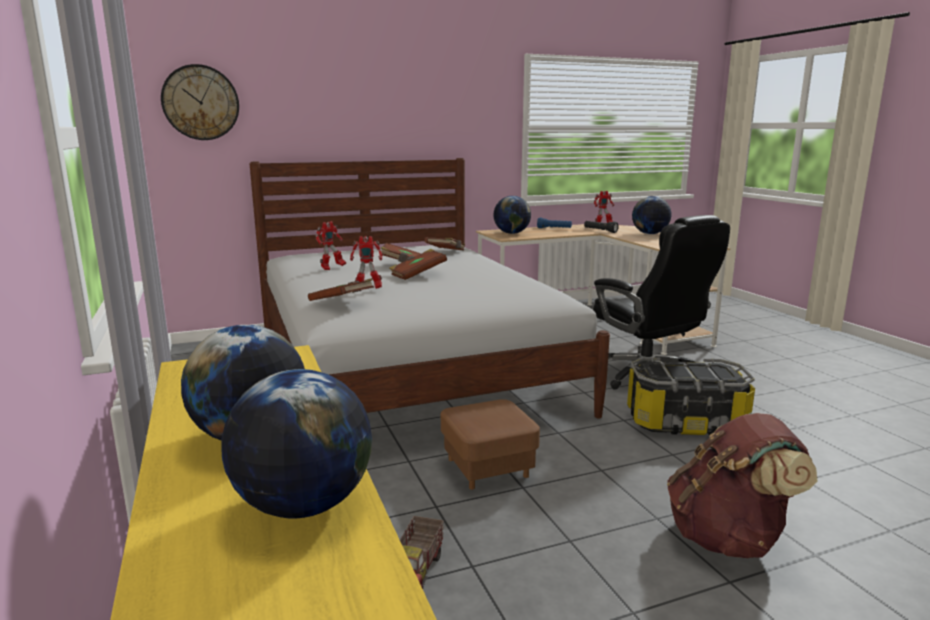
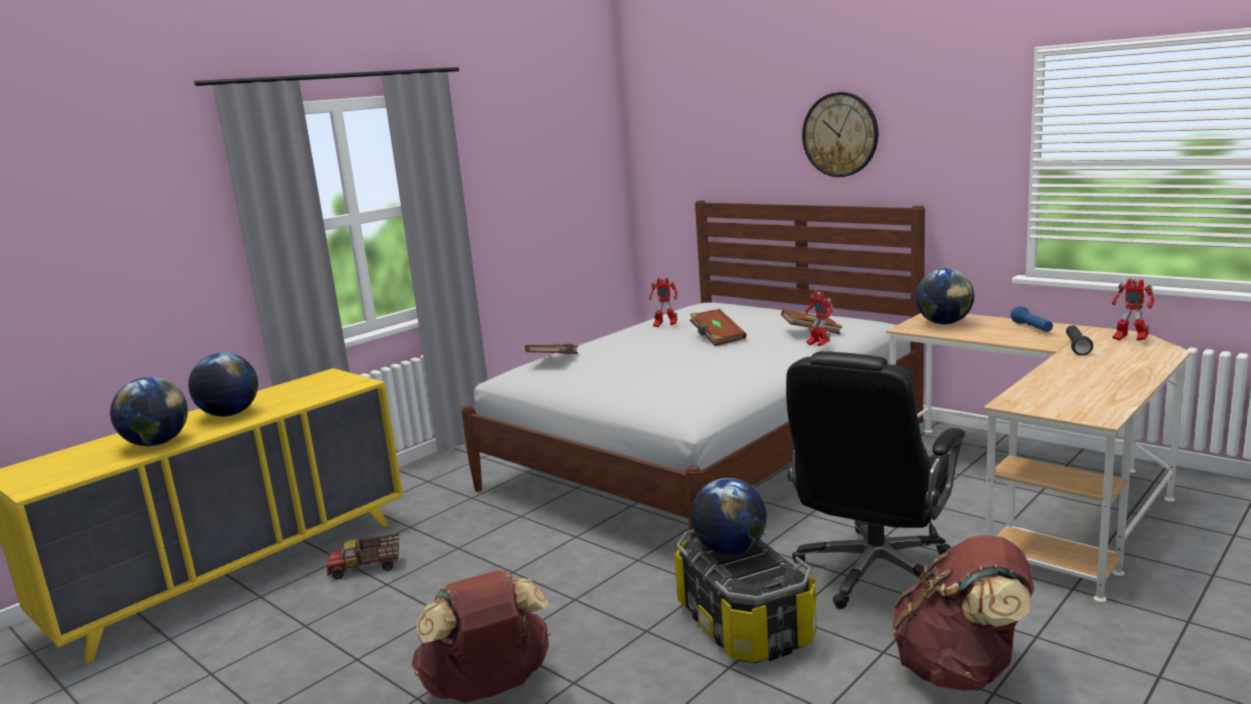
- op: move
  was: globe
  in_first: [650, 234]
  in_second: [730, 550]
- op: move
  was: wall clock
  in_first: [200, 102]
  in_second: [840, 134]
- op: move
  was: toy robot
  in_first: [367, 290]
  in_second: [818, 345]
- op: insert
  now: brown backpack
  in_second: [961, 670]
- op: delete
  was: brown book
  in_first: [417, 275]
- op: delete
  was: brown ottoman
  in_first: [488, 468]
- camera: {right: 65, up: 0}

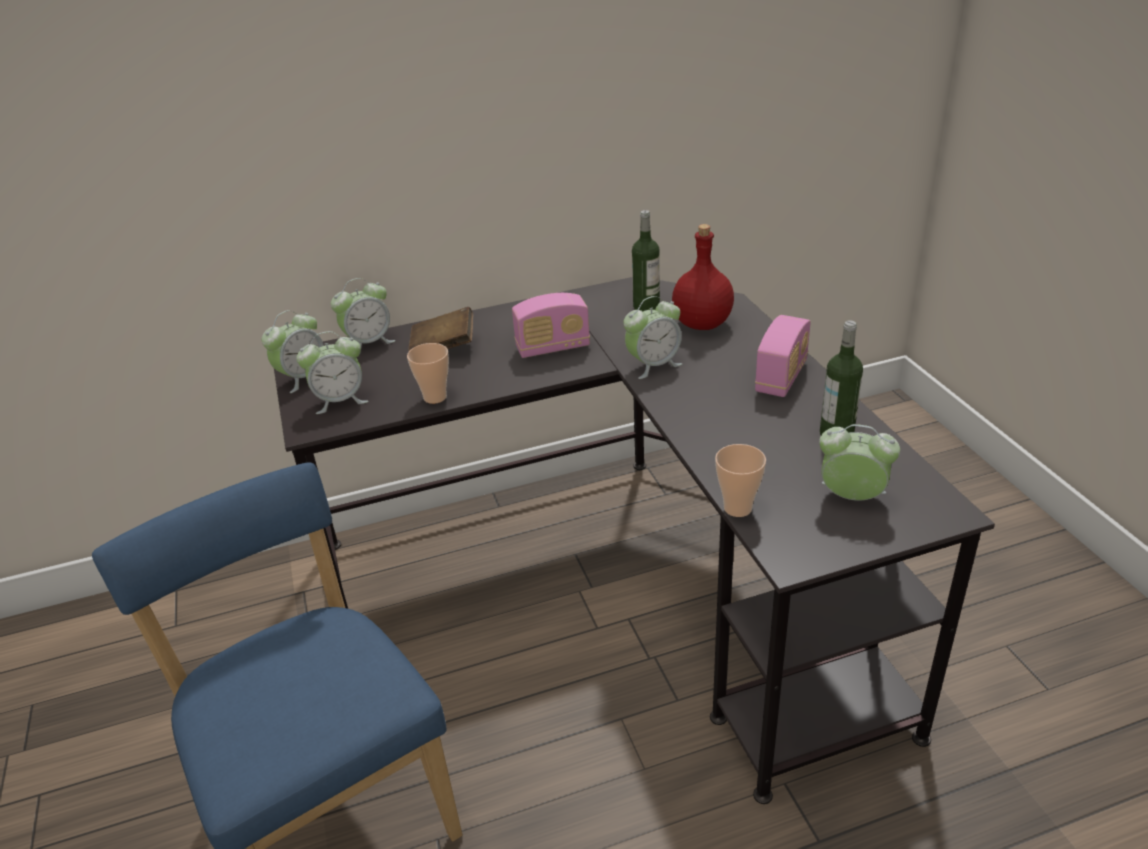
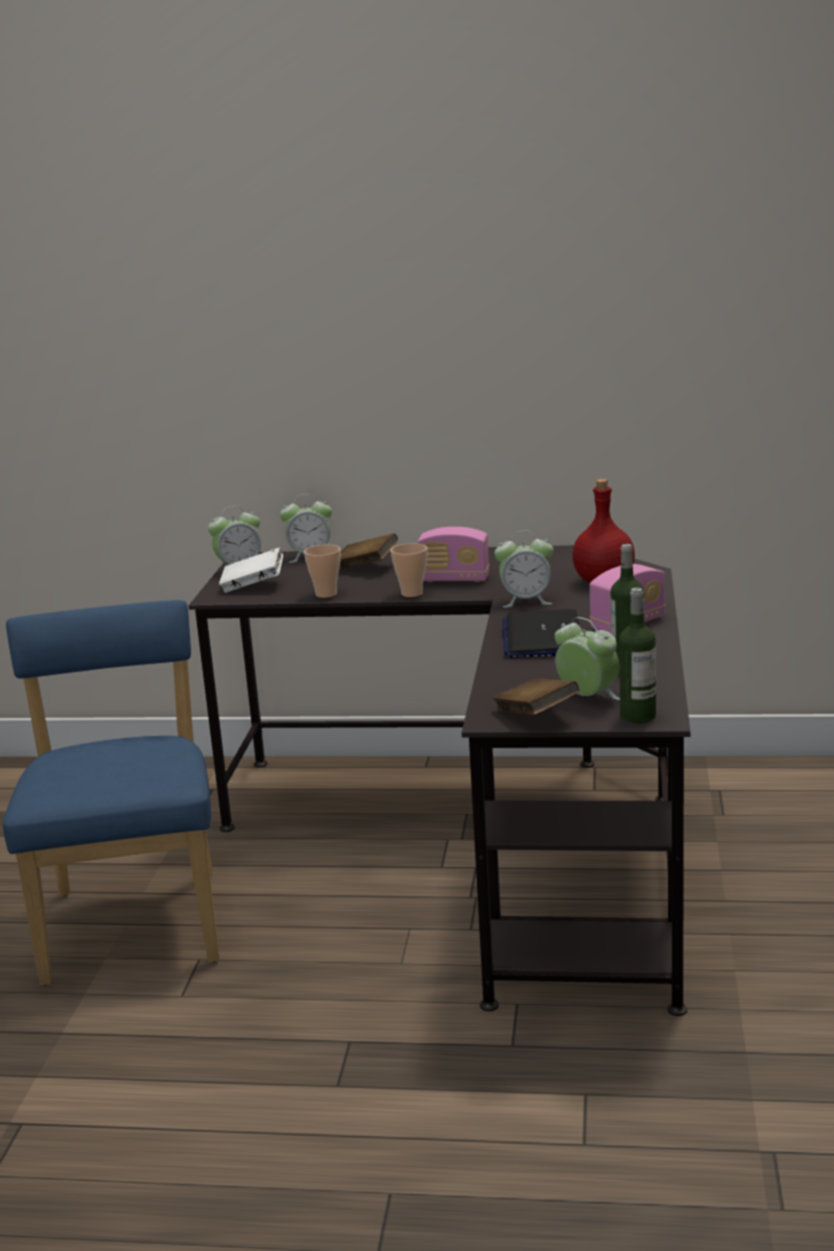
- op: replace
  was: alarm clock
  now: white book
  in_first: [340, 400]
  in_second: [253, 586]
- op: move
  was: cup
  in_first: [737, 508]
  in_second: [412, 593]
- op: insert
  now: brown book
  in_second: [536, 716]
- op: insert
  now: laptop
  in_second: [542, 637]
- op: move
  was: bottle
  in_first: [646, 307]
  in_second: [638, 716]
- camera: {right: 25, up: -15}

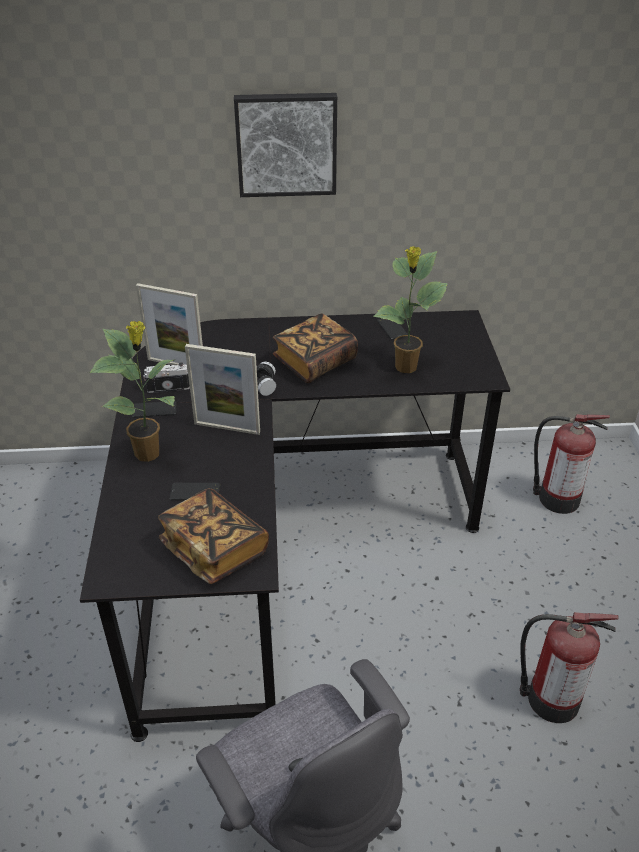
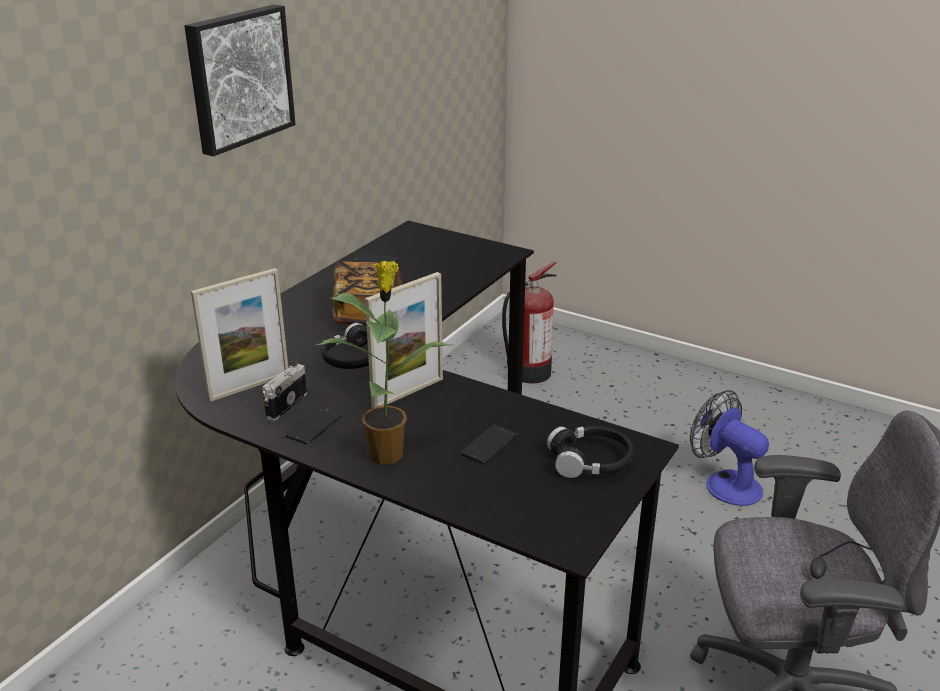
- op: replace
  was: book
  now: black headphones
  in_first: [214, 550]
  in_second: [591, 461]
- op: replace
  was: fire extinguisher
  now: fan
  in_first: [549, 699]
  in_second: [725, 483]
- op: delete
  was: potted plant
  in_first: [405, 368]
- camera: {right: -55, up: -10}

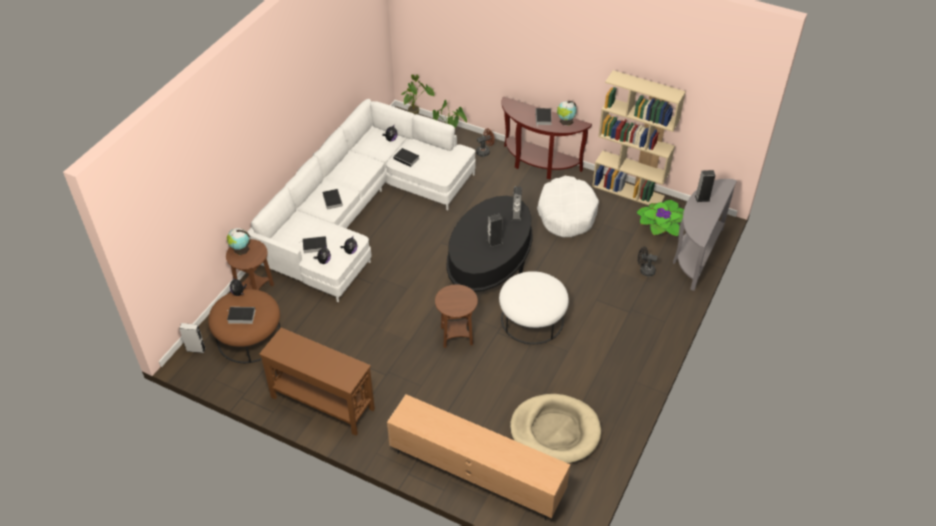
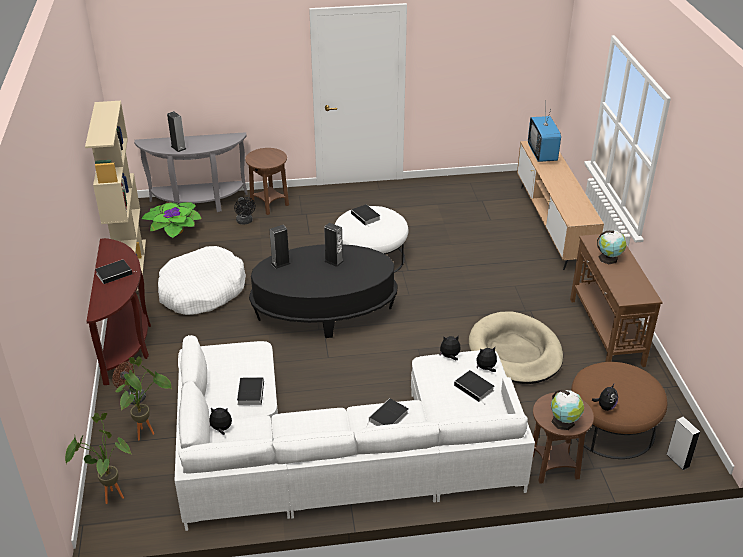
- op: move
  was: brown side table
  in_first: [456, 336]
  in_second: [269, 204]
- op: move
  was: book
  in_first: [240, 316]
  in_second: [366, 217]
- op: move
  was: beige dog bed
  in_first: [555, 431]
  in_second: [515, 352]
- op: insert
  now: television
  in_second: [542, 153]
- op: move
  was: globe
  in_first: [565, 121]
  in_second: [609, 258]
- camera: {right: -125, up: -10}

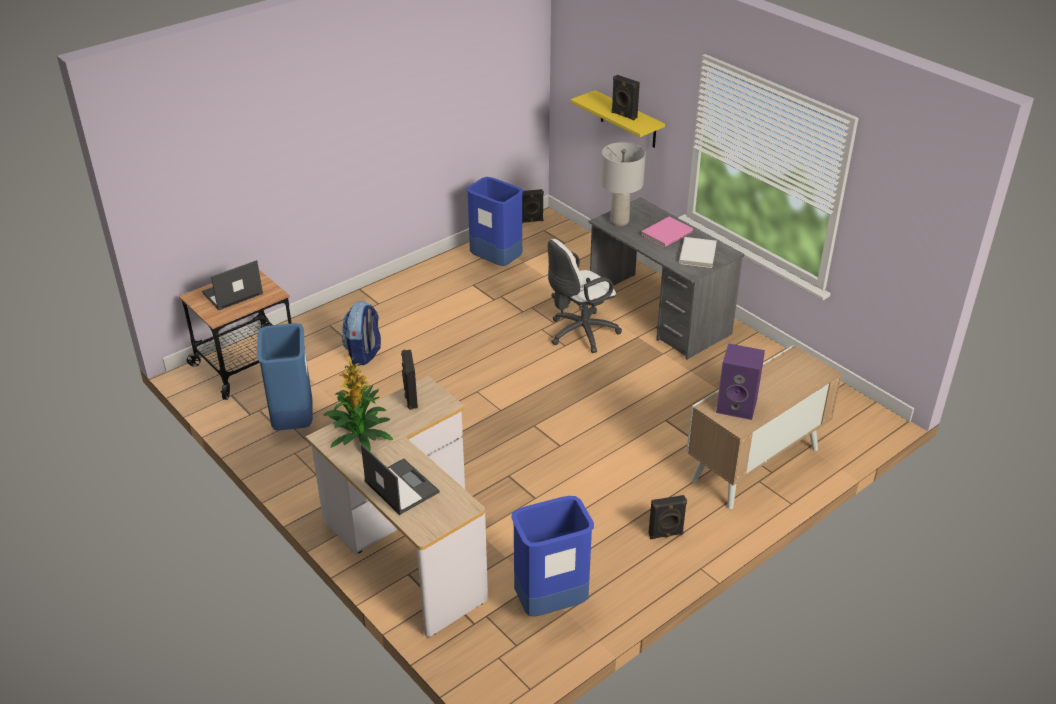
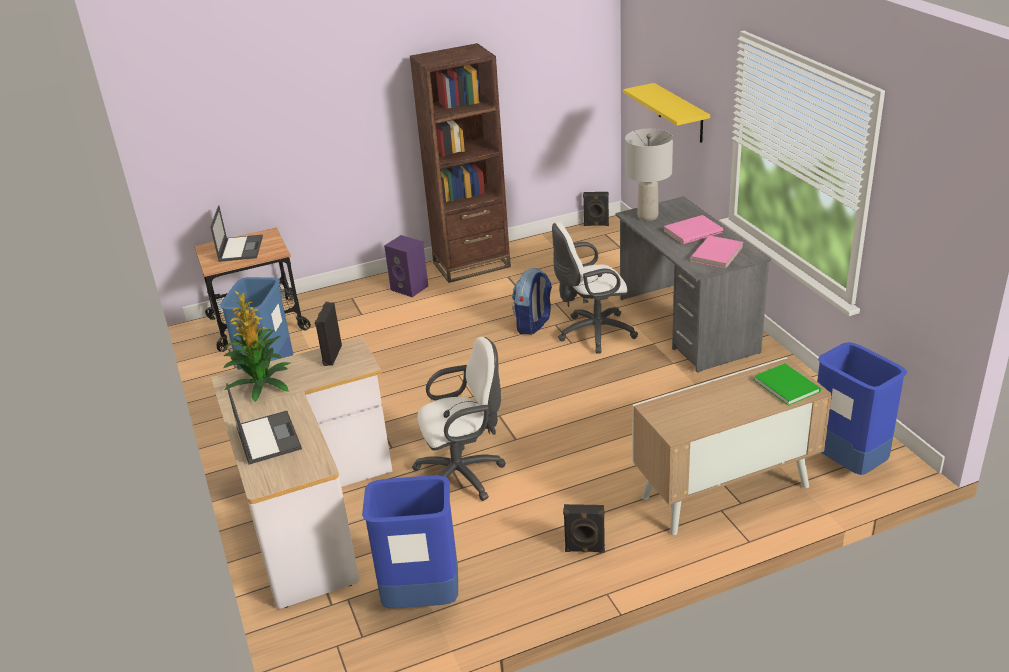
- op: rotate
  was: laptop
  in_first: [232, 293]
  in_second: [240, 248]
  clockwise: 105
- op: move
  was: purple speaker
  in_first: [737, 406]
  in_second: [410, 288]
- op: insert
  now: brown bookcase
  in_second: [471, 265]
- op: insert
  now: white office chair
  in_second: [464, 475]
- op: move
  was: backpack
  in_first: [364, 354]
  in_second: [533, 325]
- op: recolor
  was: white book
  now: pink book
  in_first: [698, 254]
  in_second: [718, 254]
- op: insert
  now: green book
  in_second: [786, 384]
- op: move
  was: blue trash can
  in_first: [496, 262]
  in_second: [847, 463]
- op: delete
  was: black speaker
  in_first: [623, 115]
- camera: {right: 20, up: -5}

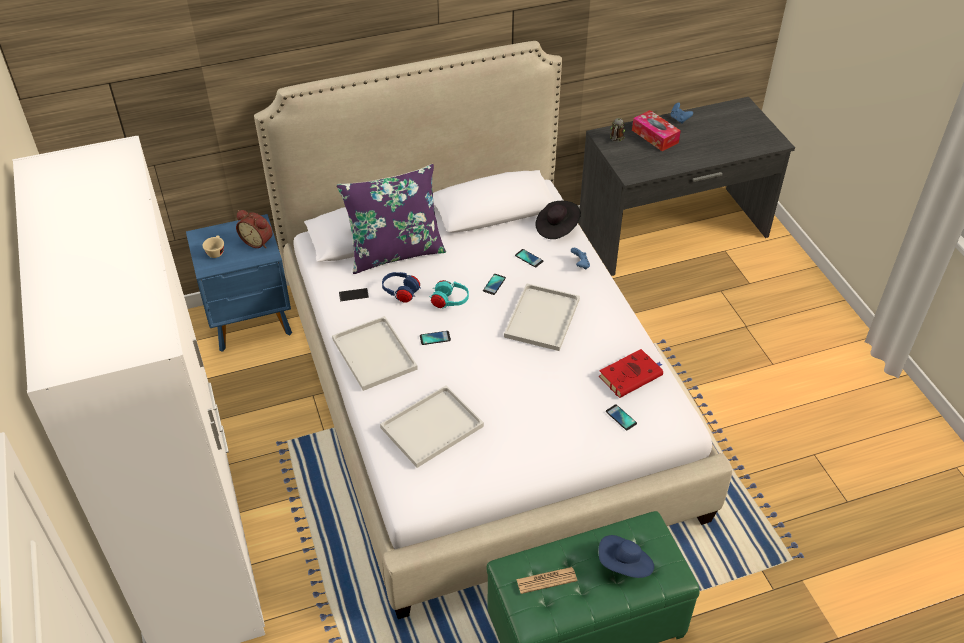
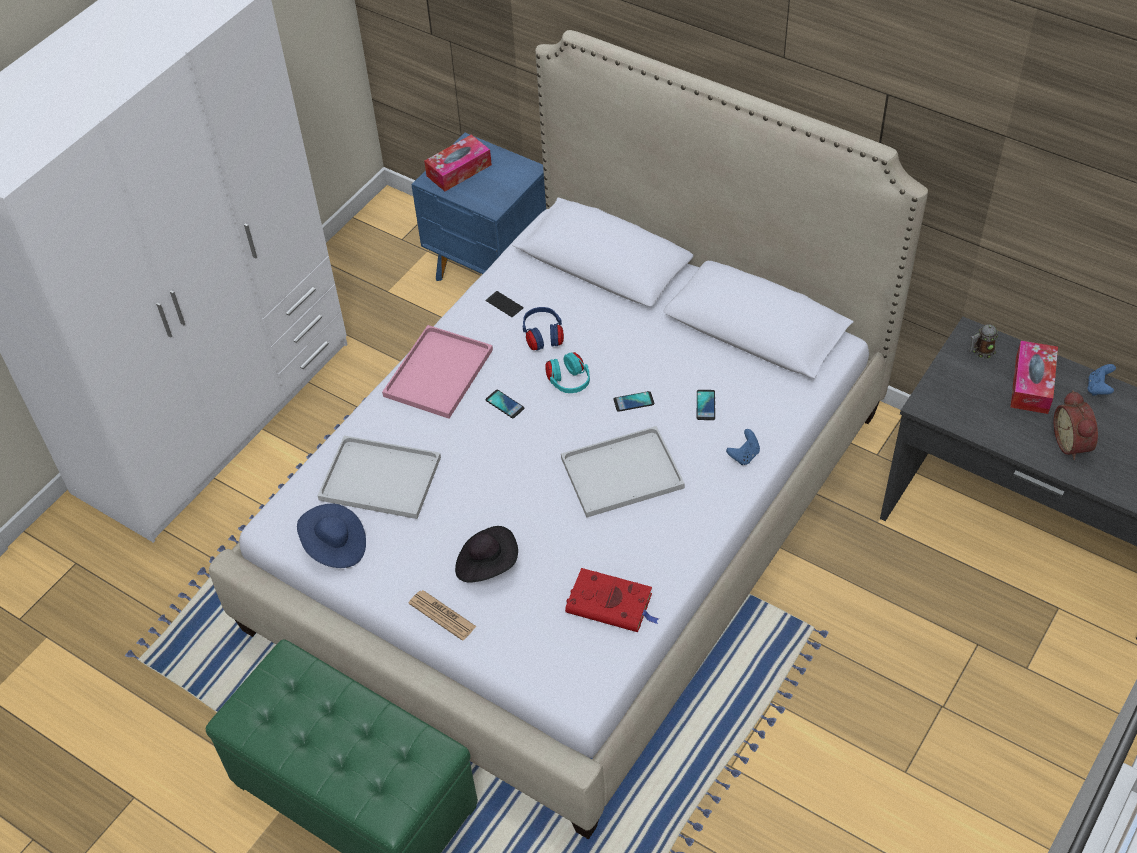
- op: move
  was: blue hat
  in_first: [625, 565]
  in_second: [335, 546]
- op: recolor
  was: white tray
  now: pink tray
  in_first: [372, 353]
  in_second: [438, 371]
- op: move
  was: newspaper
  in_first: [546, 580]
  in_second: [442, 615]
- op: replace
  was: beige cup
  now: tissue box
  in_first: [216, 251]
  in_second: [459, 170]
- op: move
  was: black hat
  in_first: [557, 228]
  in_second: [487, 564]
- op: move
  was: alarm clock
  in_first: [258, 241]
  in_second: [1073, 443]
- op: delete
  was: purple pillow
  in_first: [395, 252]
- op: delete
  was: phone
  in_first: [621, 417]
- camera: {right: 55, up: 5}

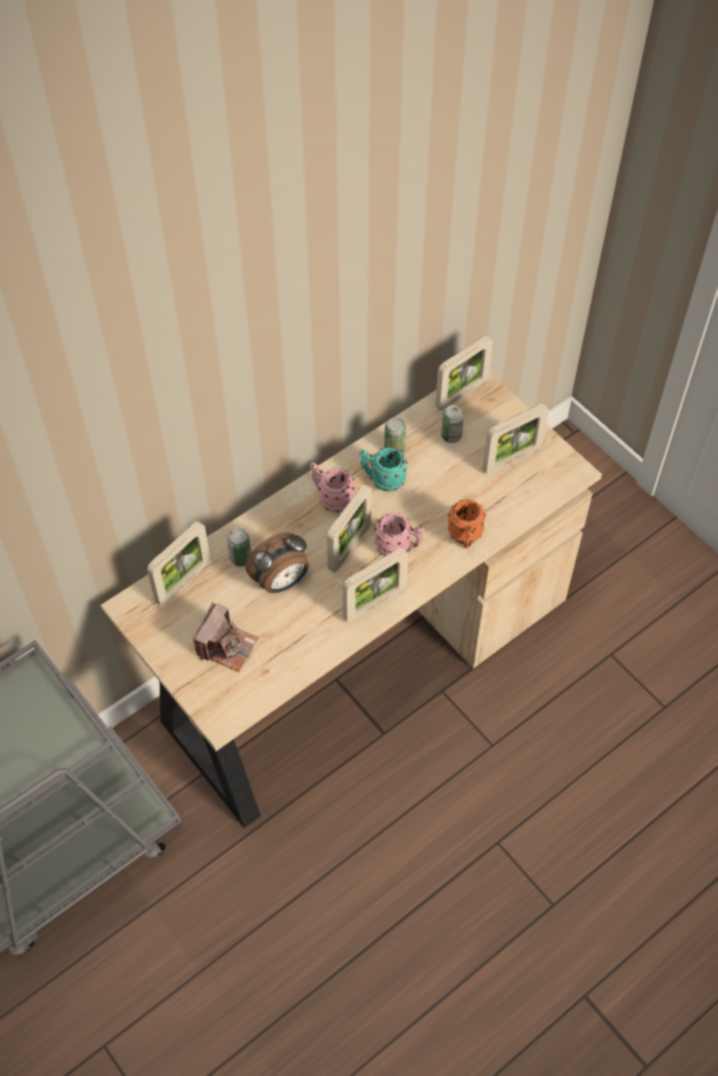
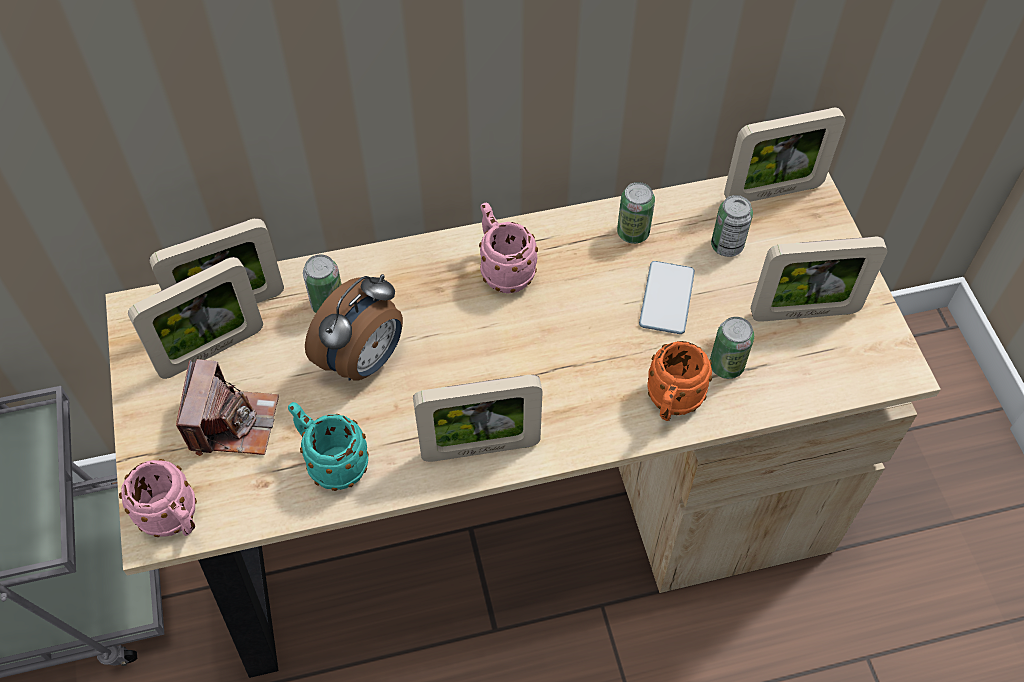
- op: move
  was: pink mug
  in_first: [399, 547]
  in_second: [175, 520]
- op: move
  was: picture frame
  in_first: [349, 547]
  in_second: [211, 350]
- op: rotate
  was: photo camera
  in_first: [227, 646]
  in_second: [233, 422]
  clockwise: -45
- op: move
  was: turquoise mug
  in_first: [382, 480]
  in_second: [331, 462]
- op: rotate
  was: alarm clock
  in_first: [281, 582]
  in_second: [364, 360]
  clockwise: -45
- op: insert
  now: phone
  in_second: [666, 298]
- op: insert
  now: can
  in_second: [726, 366]
- camera: {right: 25, up: 0}

